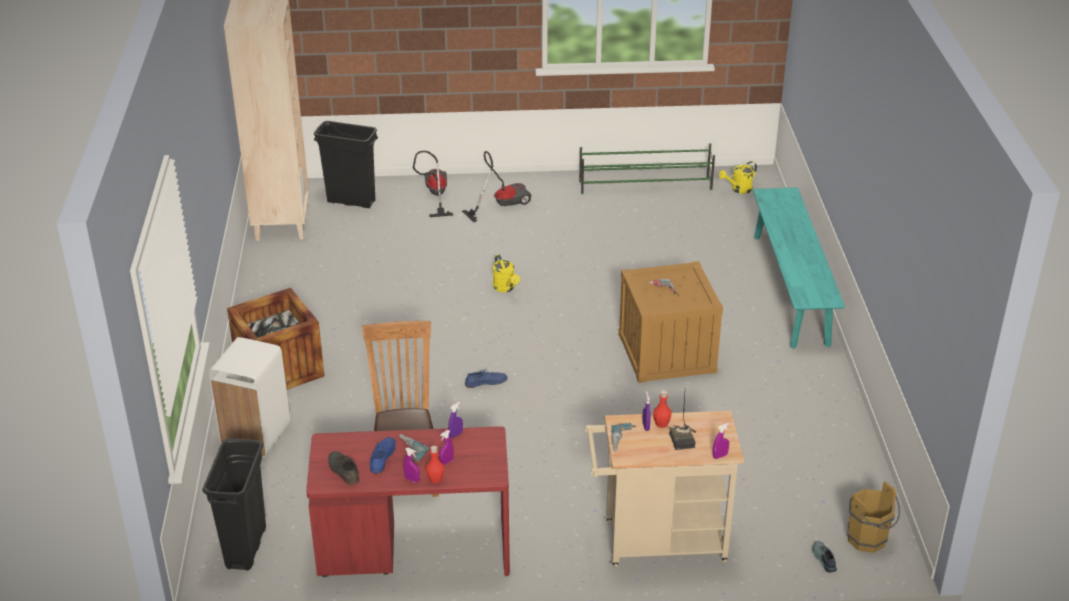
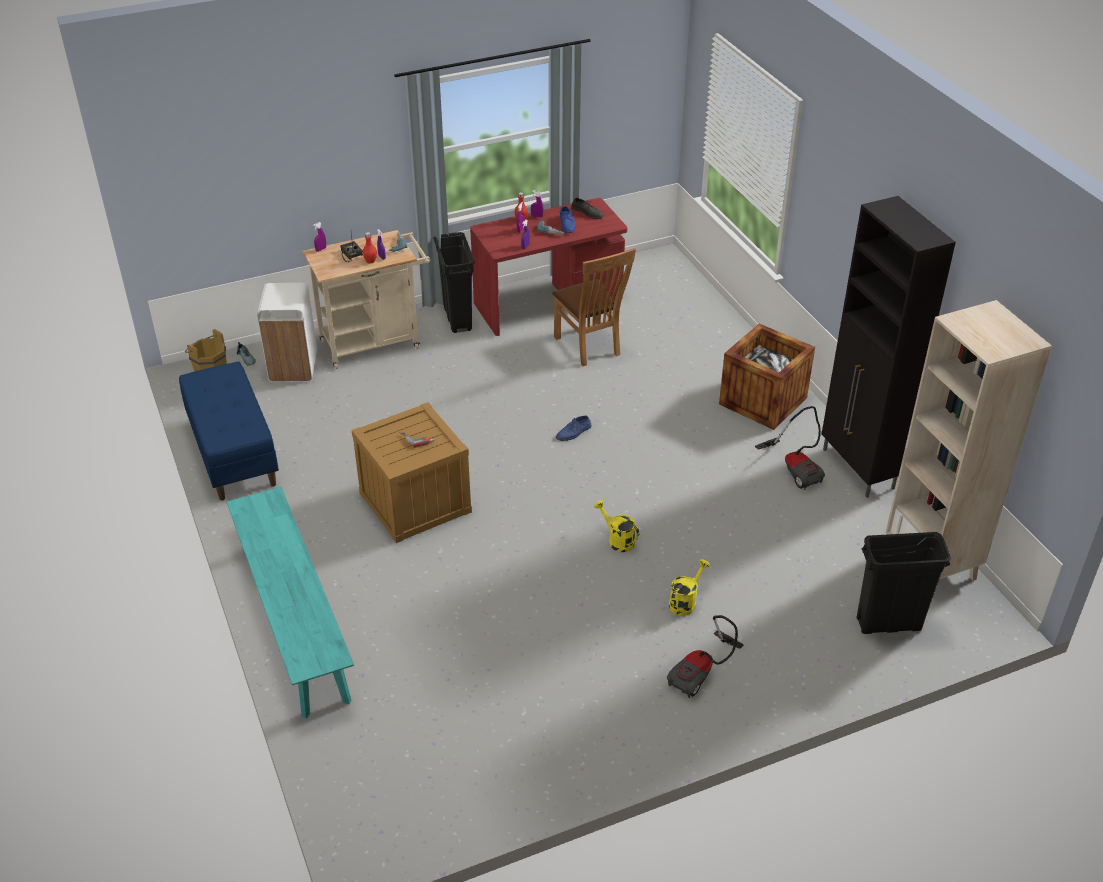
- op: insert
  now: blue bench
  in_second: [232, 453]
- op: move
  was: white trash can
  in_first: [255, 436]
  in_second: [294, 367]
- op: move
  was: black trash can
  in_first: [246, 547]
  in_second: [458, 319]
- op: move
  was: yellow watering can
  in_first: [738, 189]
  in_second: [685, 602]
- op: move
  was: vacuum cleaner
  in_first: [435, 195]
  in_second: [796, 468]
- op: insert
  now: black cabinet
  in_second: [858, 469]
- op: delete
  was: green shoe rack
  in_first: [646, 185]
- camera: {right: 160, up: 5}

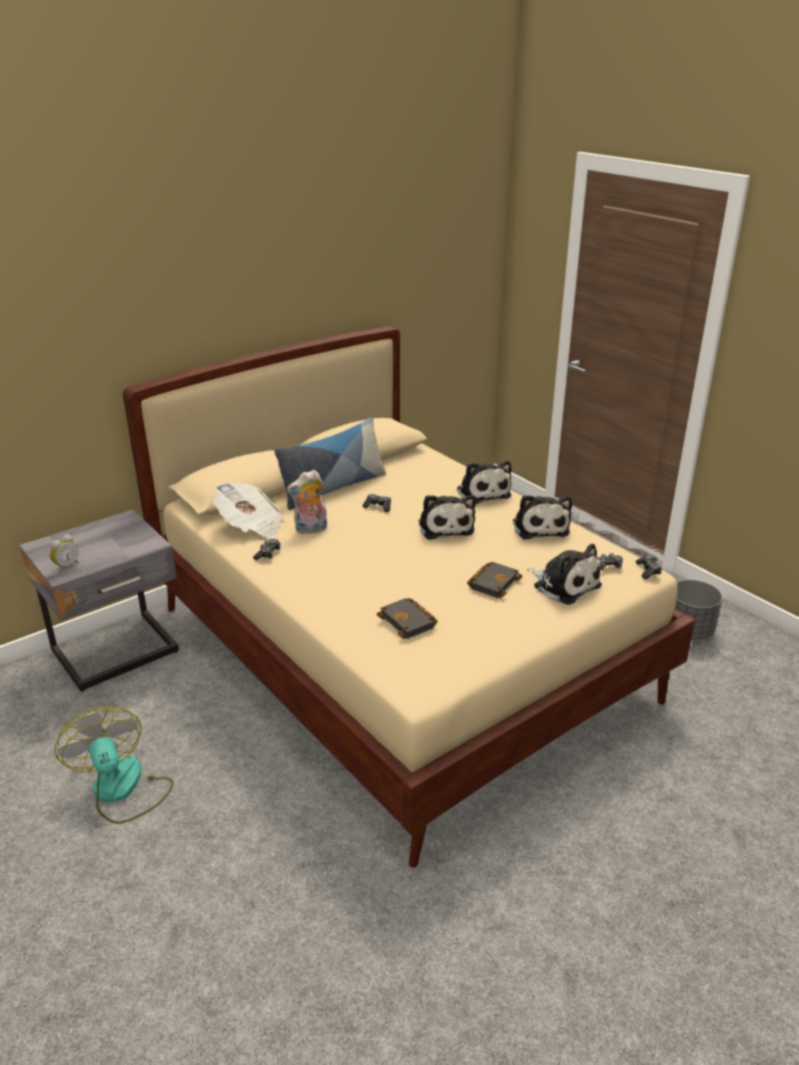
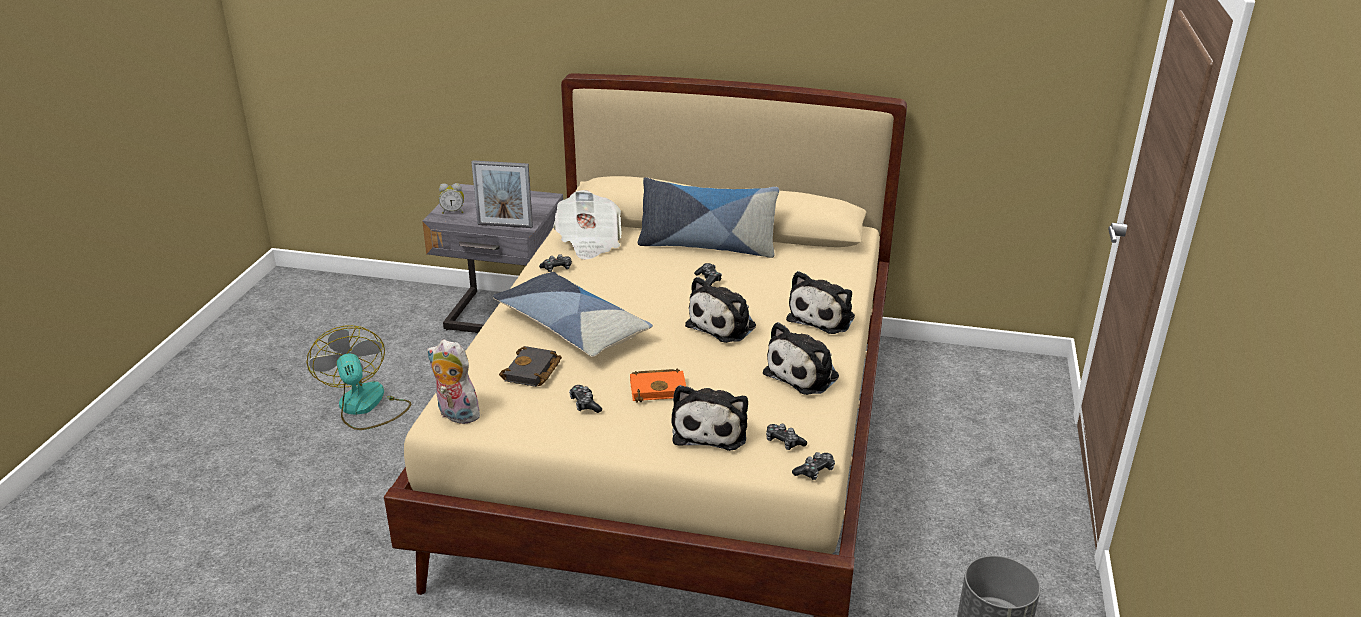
- op: rotate
  was: fan
  in_first: [122, 790]
  in_second: [365, 407]
  clockwise: -45
- op: move
  was: plush toy
  in_first: [310, 529]
  in_second: [455, 415]
- op: insert
  now: picture frame
  in_second: [505, 225]
- op: insert
  now: pillow
  in_second: [571, 327]
- op: insert
  now: game controller
  in_second: [585, 404]
- op: recolor
  was: black book
  now: orange book
  in_first: [493, 582]
  in_second: [659, 389]
- camera: {right: 50, up: 0}

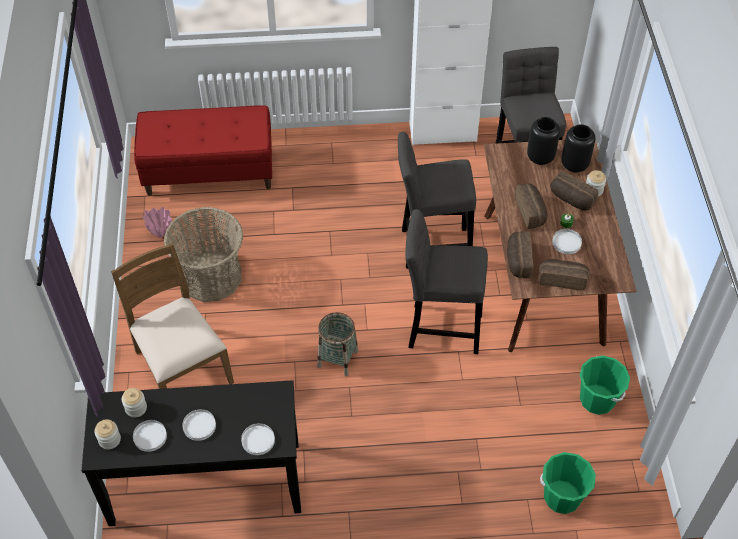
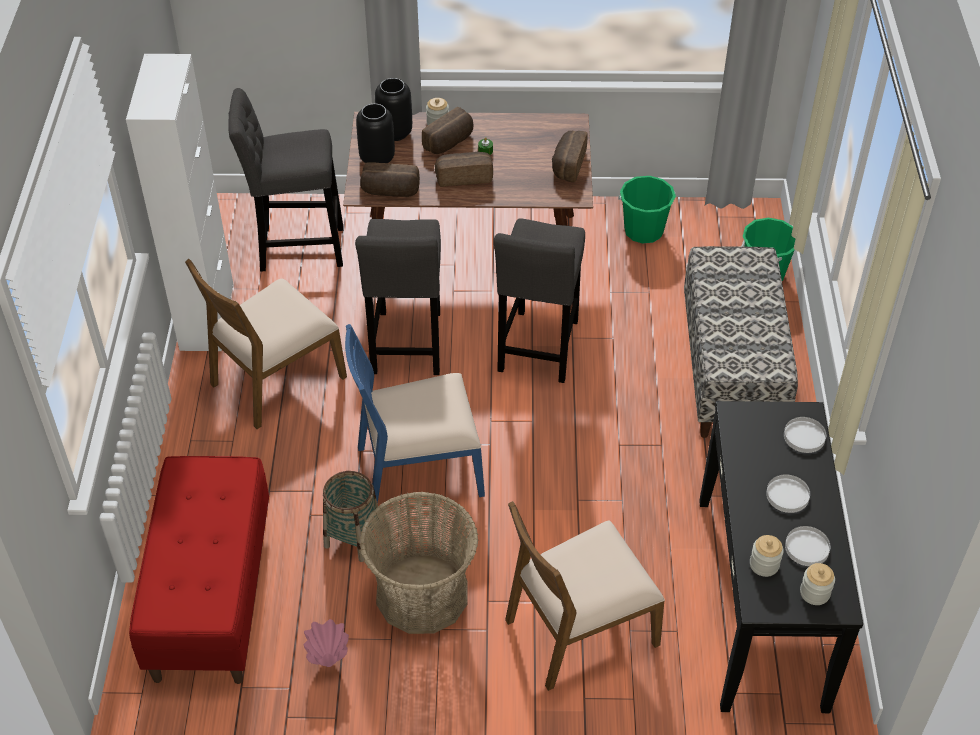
- op: insert
  now: brown chair
  in_second: [276, 379]
- op: move
  was: basket
  in_first: [338, 359]
  in_second: [353, 537]
- op: insert
  now: blue chair
  in_second: [418, 469]
- op: move
  was: bread
  in_first: [517, 261]
  in_second: [390, 192]
- op: insert
  now: bench
  in_second: [732, 371]
- op: delete
  was: white plate
  in_first: [567, 242]
- camera: {right: -85, up: -5}

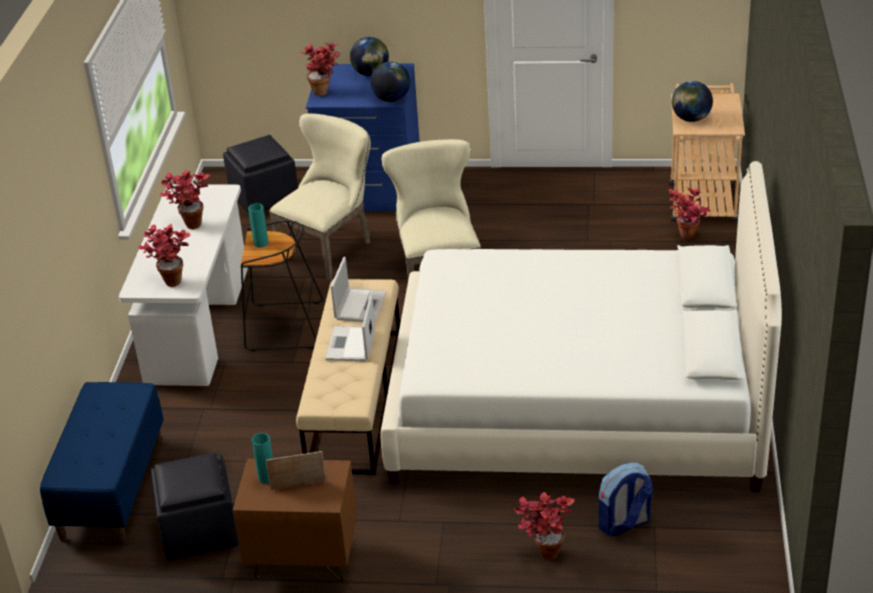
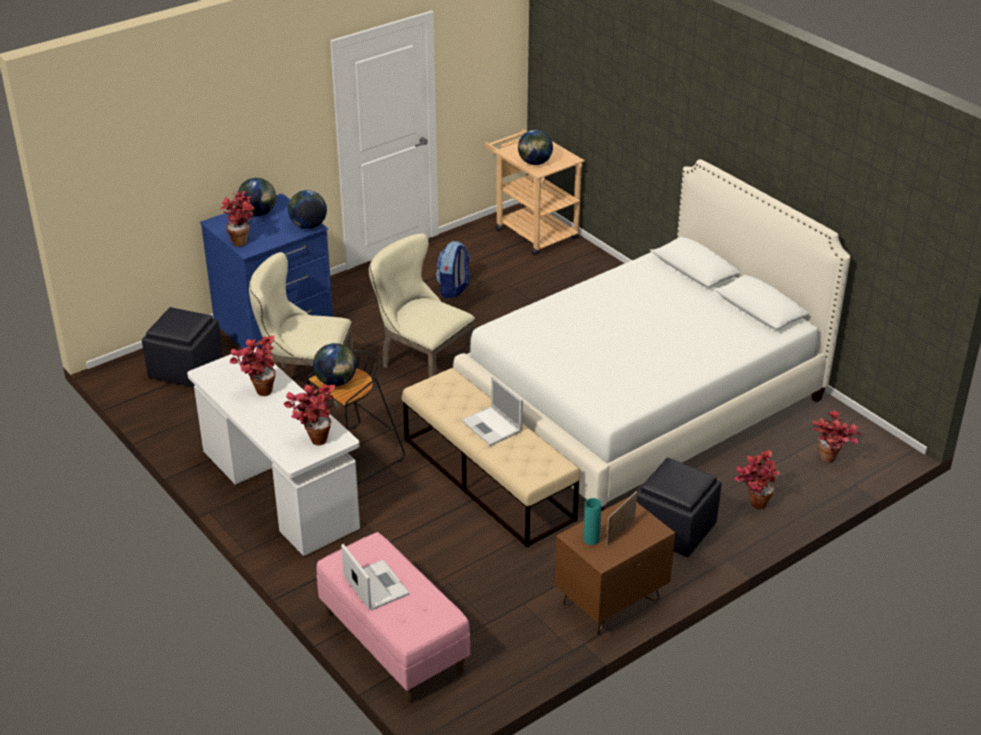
- op: rotate
  was: beige chair
  in_first: [330, 248]
  in_second: [305, 383]
  clockwise: -75
- op: replace
  was: turquoise vase
  now: globe
  in_first: [261, 243]
  in_second: [336, 382]
- op: recolor
  was: blue bench
  now: pink bench
  in_first: [112, 487]
  in_second: [392, 642]
- op: move
  was: laptop
  in_first: [360, 305]
  in_second: [375, 585]
- op: move
  was: backpack
  in_first: [624, 524]
  in_second: [454, 289]
- op: move
  was: black ottoman
  in_first: [200, 531]
  in_second: [675, 529]
- op: move
  was: potted plant
  in_first: [687, 238]
  in_second: [831, 462]
- camera: {right: -45, up: 0}

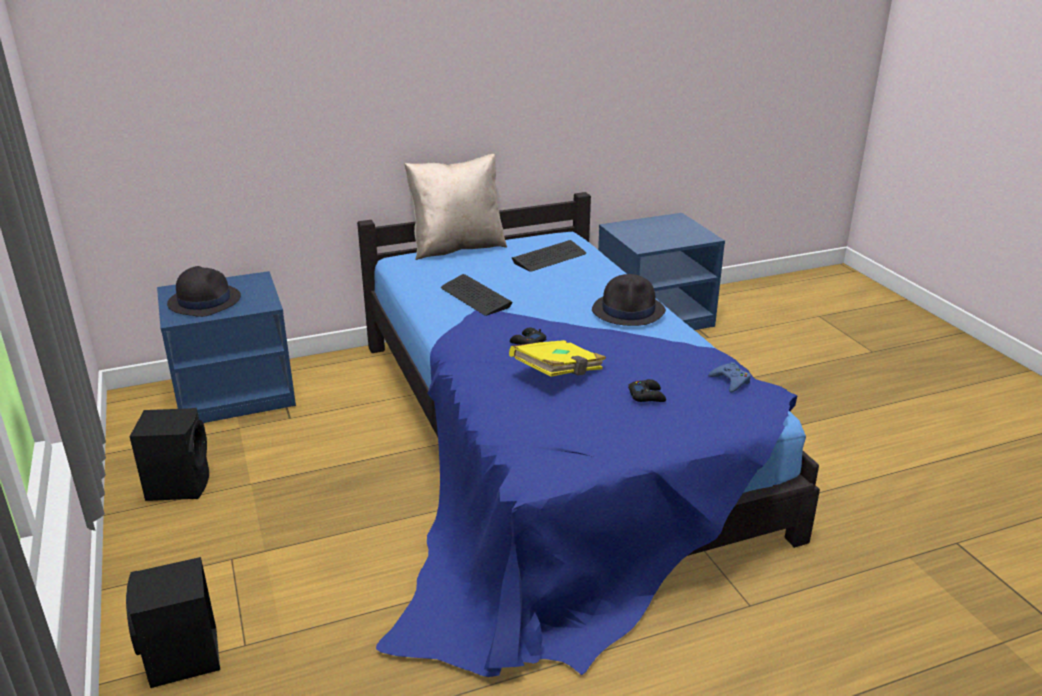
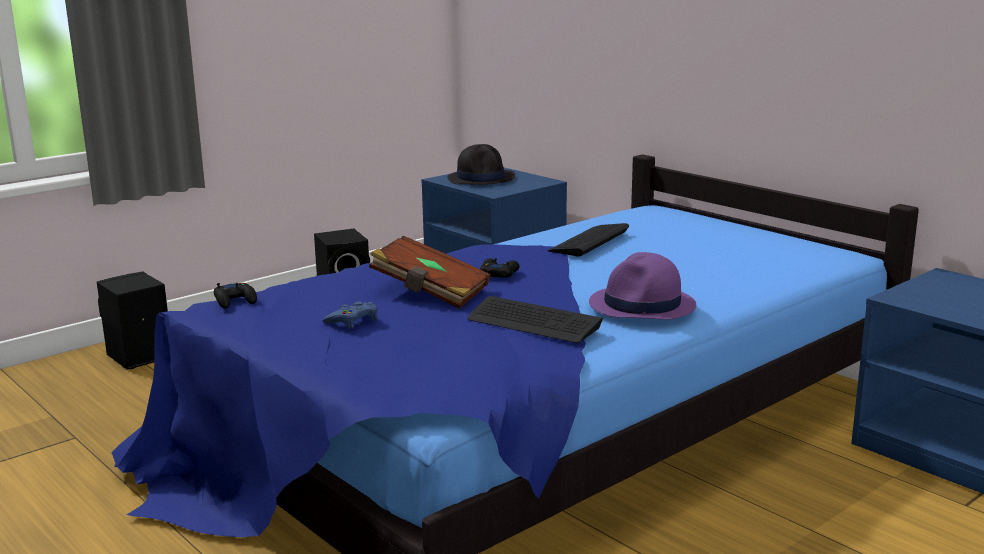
- op: move
  was: black game controller
  in_first: [647, 396]
  in_second: [235, 301]
- op: move
  was: blue game controller
  in_first: [730, 381]
  in_second: [353, 320]
- op: recolor
  was: yellow book
  now: brown book
  in_first: [559, 374]
  in_second: [430, 293]
- op: move
  was: keyboard
  in_first: [549, 258]
  in_second: [533, 322]
- op: recolor
  was: black hat
  now: purple hat
  in_first: [629, 311]
  in_second: [642, 306]
- op: delete
  was: beige pillow
  in_first: [457, 247]
- camera: {right: 70, up: -10}

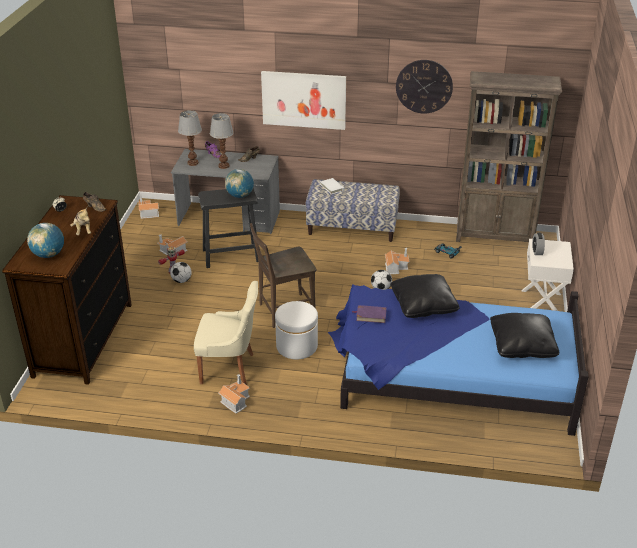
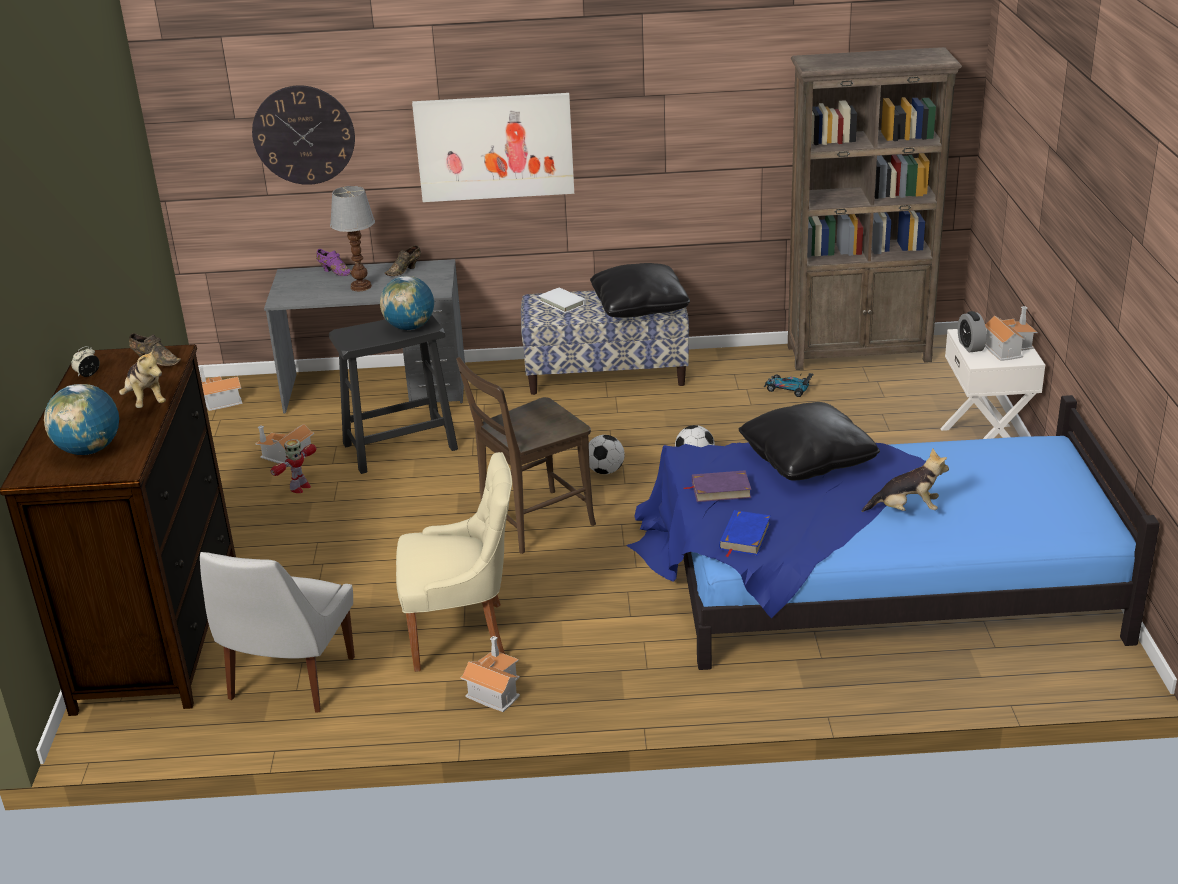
- op: insert
  now: white chair
  in_second: [289, 681]
- op: move
  was: wall clock
  in_first: [424, 86]
  in_second: [303, 135]
- op: move
  was: football
  in_first: [181, 281]
  in_second: [605, 471]
- op: move
  was: black pillow
  in_first: [522, 345]
  in_second: [639, 307]
- op: insert
  now: blue book
  in_second: [744, 537]
- op: insert
  now: plush toy
  in_second: [906, 510]
- op: move
  was: toy house
  in_first: [396, 267]
  in_second: [1008, 347]
- op: delete
  was: table lamp
  in_first: [192, 163]
- op: delete
  was: white ottoman
  in_first: [297, 346]
- camera: {right: -10, up: -5}

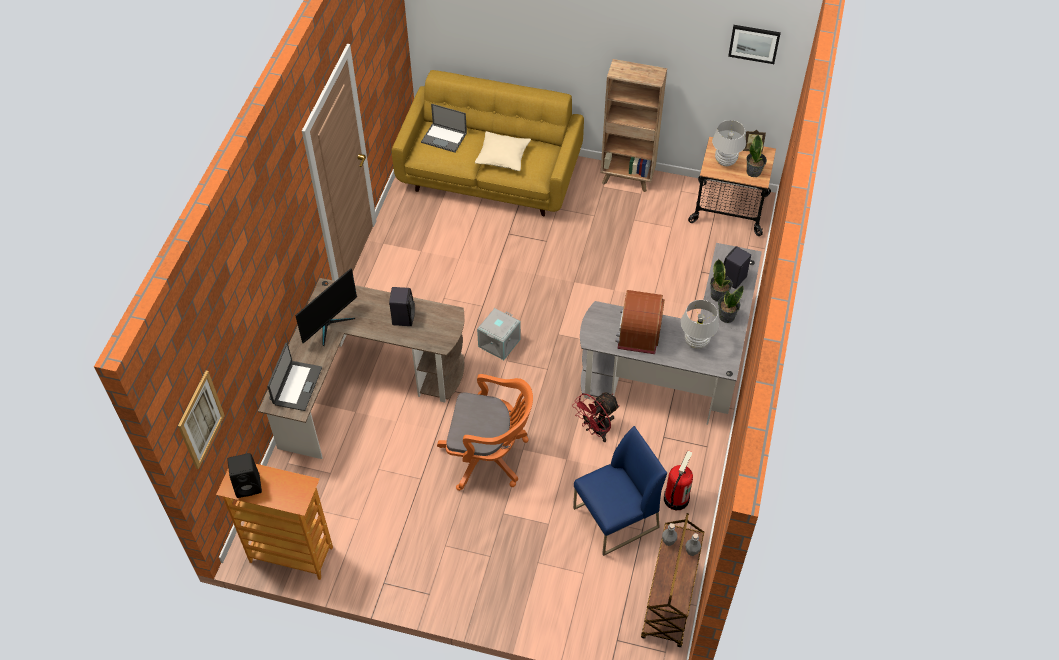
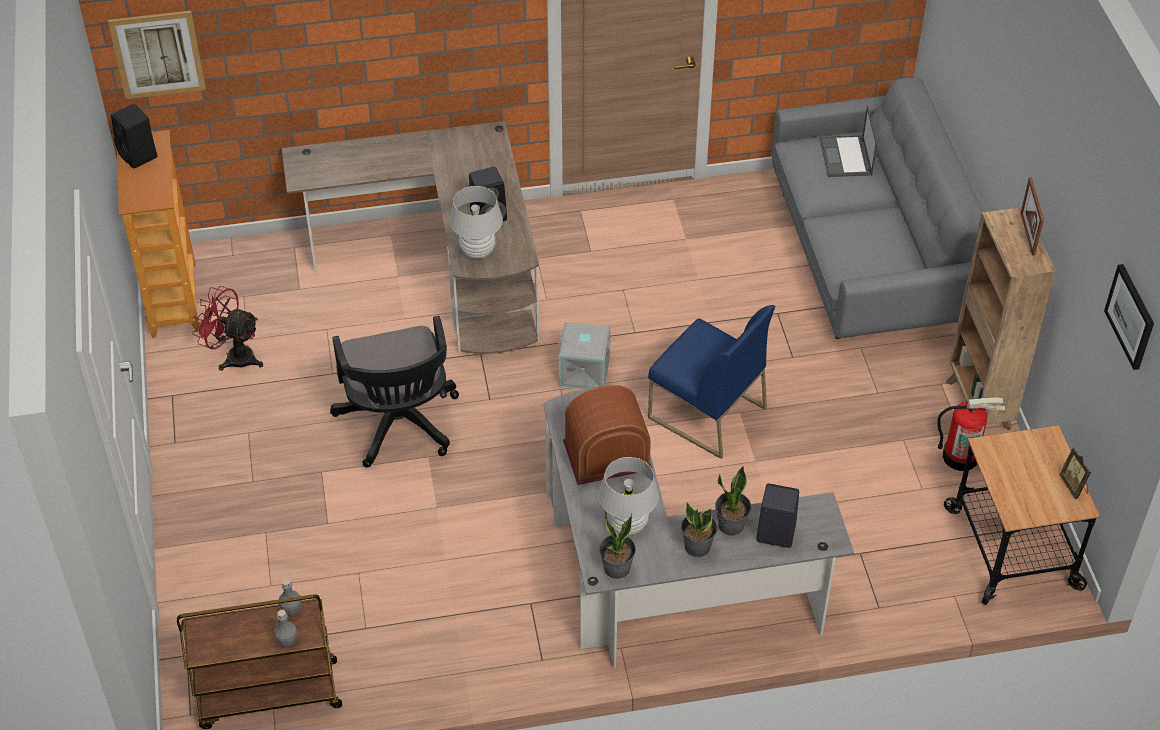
- op: move
  was: red fan
  in_first: [596, 430]
  in_second: [234, 356]
- op: recolor
  was: orange office chair
  now: black office chair
  in_first: [489, 456]
  in_second: [399, 426]
- op: move
  was: white table lamp
  in_first: [725, 161]
  in_second: [477, 251]
- op: move
  was: potted plant
  in_first: [754, 172]
  in_second: [617, 568]
- op: move
  was: blue chair
  in_first: [615, 518]
  in_second: [706, 413]
- op: recolor
  was: yellow sofa
  now: grey sofa
  in_first: [490, 175]
  in_second: [868, 256]
- op: move
  was: fire extinguisher
  in_first: [676, 498]
  in_second: [960, 456]
- op: insert
  now: picture frame
  in_second: [1027, 234]
- op: delete
  was: laptop
  in_first: [297, 386]
- op: delete
  was: monitor
  in_first: [330, 325]
- op: delete
  was: beige pillow
  in_first: [503, 157]
- camera: {right: 65, up: -5}

